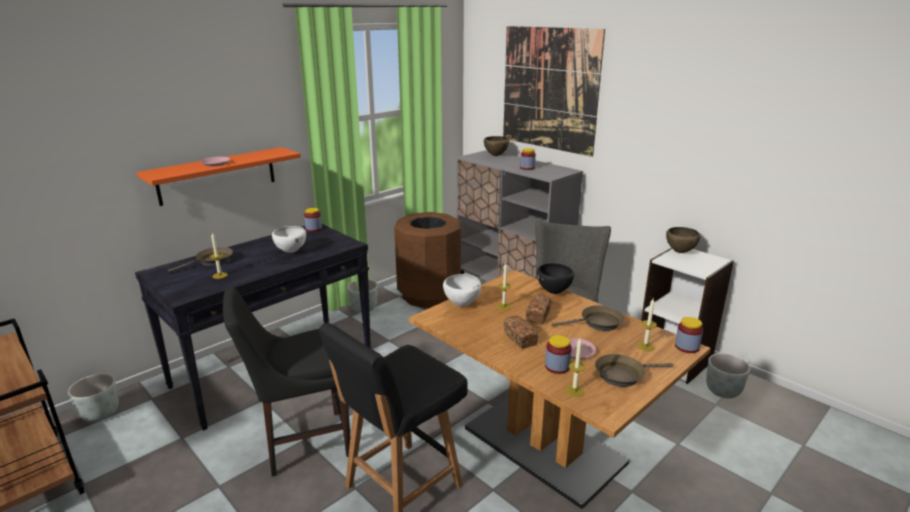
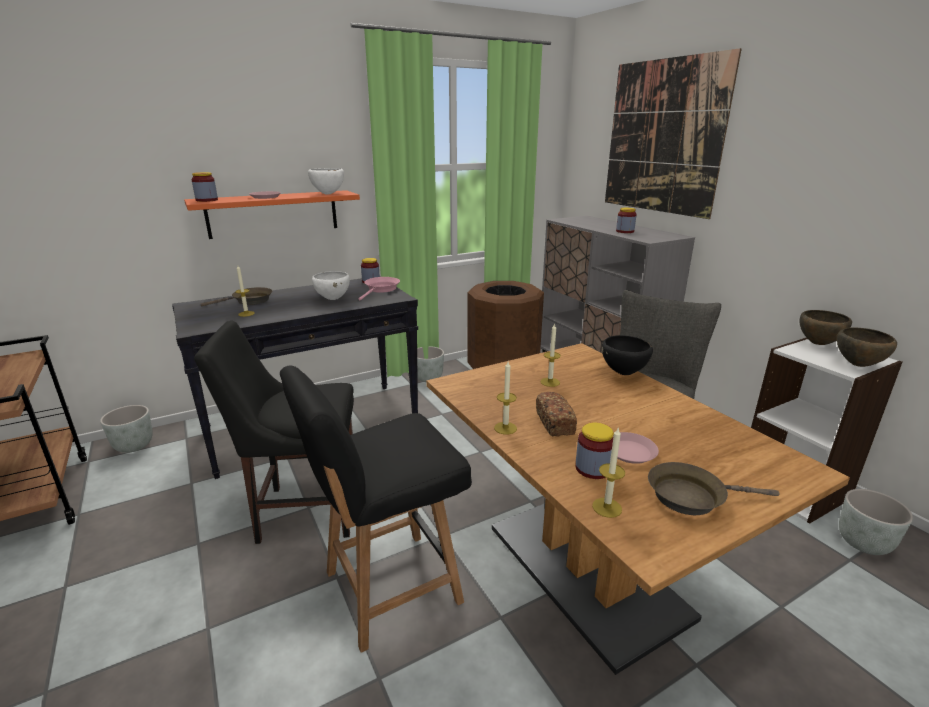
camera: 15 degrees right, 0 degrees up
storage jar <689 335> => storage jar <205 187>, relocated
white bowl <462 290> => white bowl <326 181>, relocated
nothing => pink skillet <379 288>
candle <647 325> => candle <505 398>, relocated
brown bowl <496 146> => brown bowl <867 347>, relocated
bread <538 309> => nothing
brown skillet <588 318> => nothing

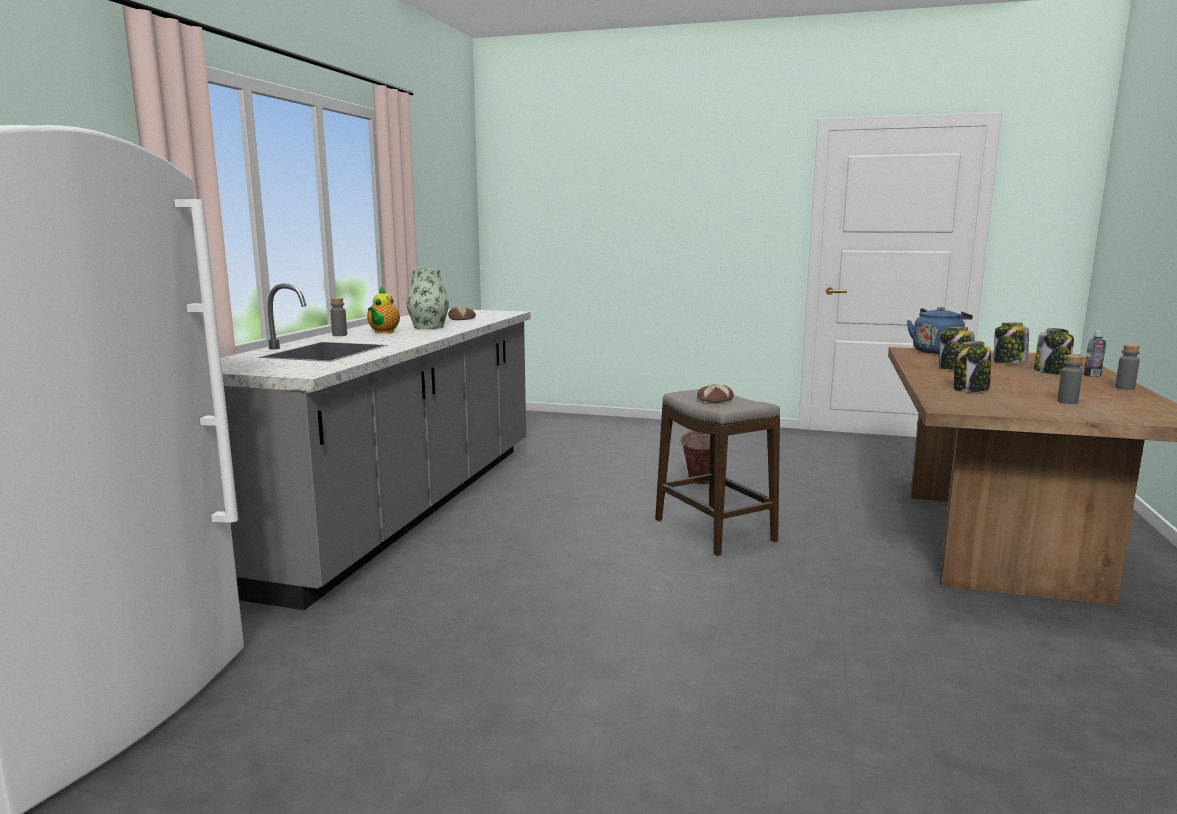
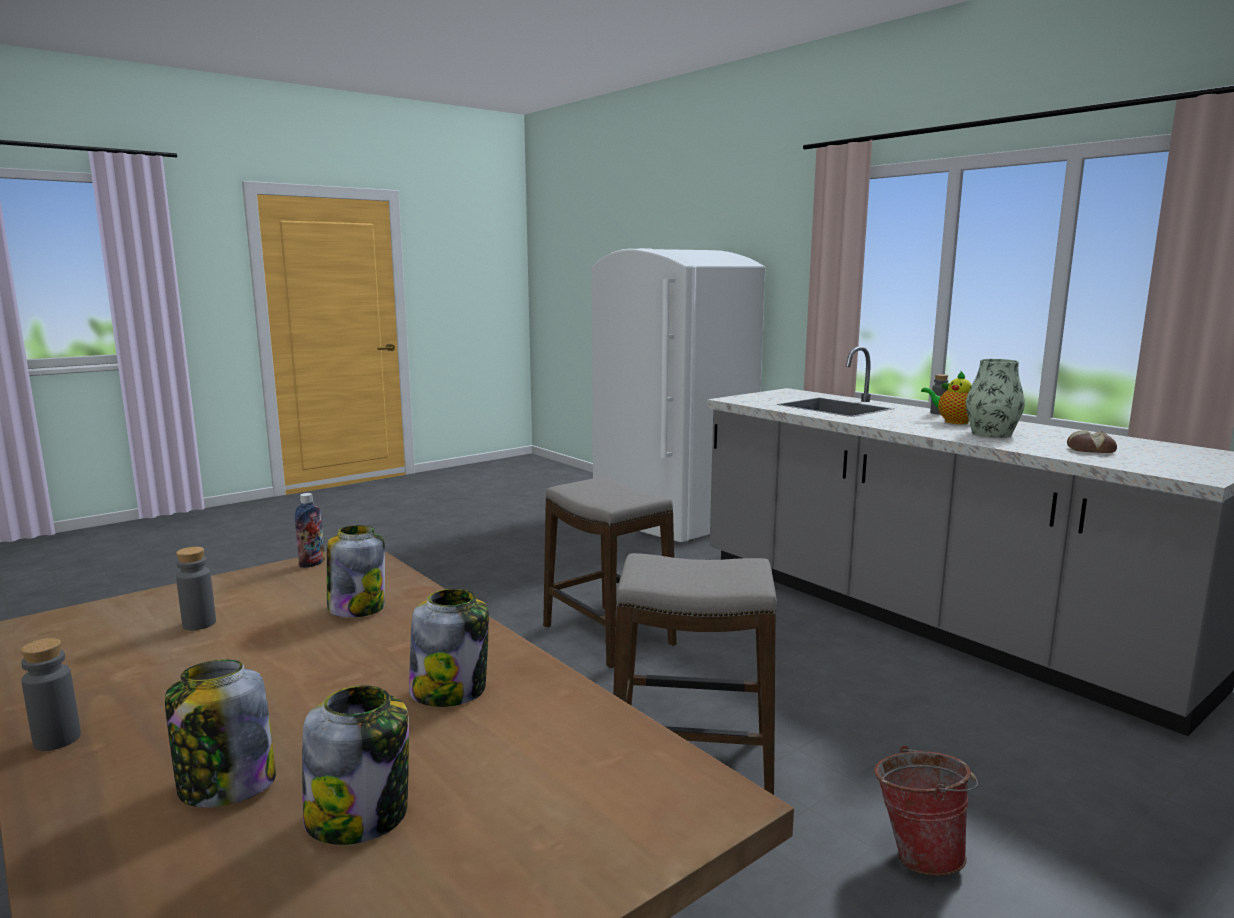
camera: 125 degrees right, 0 degrees up
beverage bottle <1095 354> => beverage bottle <310 530>, relocated
nothing => stool <609 572>
bread <715 393> => nothing
bluish water kettle <940 330> => nothing

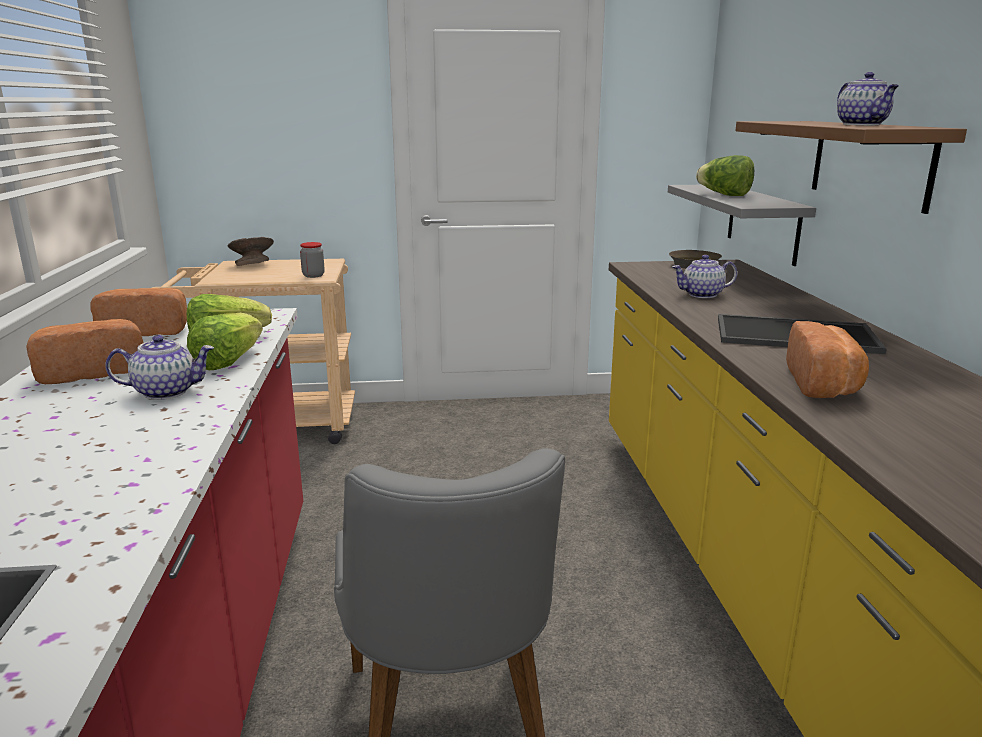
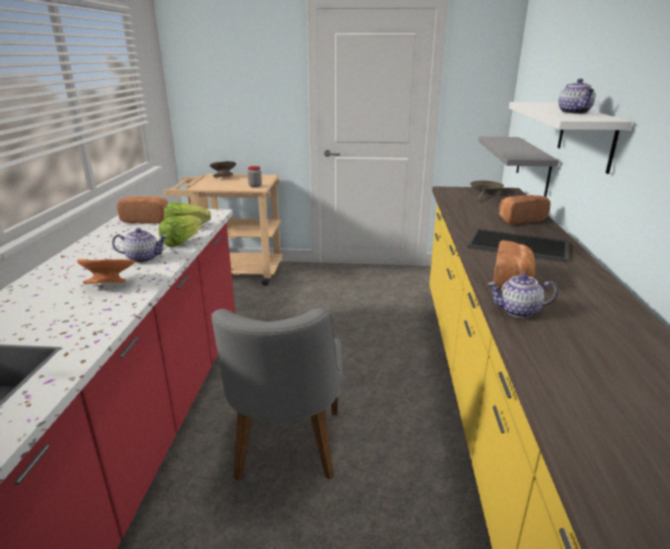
camera: 10 degrees right, 5 degrees up
nothing => orange-coloured bowl <106 271>
tea pot <704 276> => tea pot <523 295>, relocated
bread <84 351> => bread <525 209>, relocated
brown wall shelf <851 167> => white wall shelf <570 138>
lettuce head <725 175> => nothing

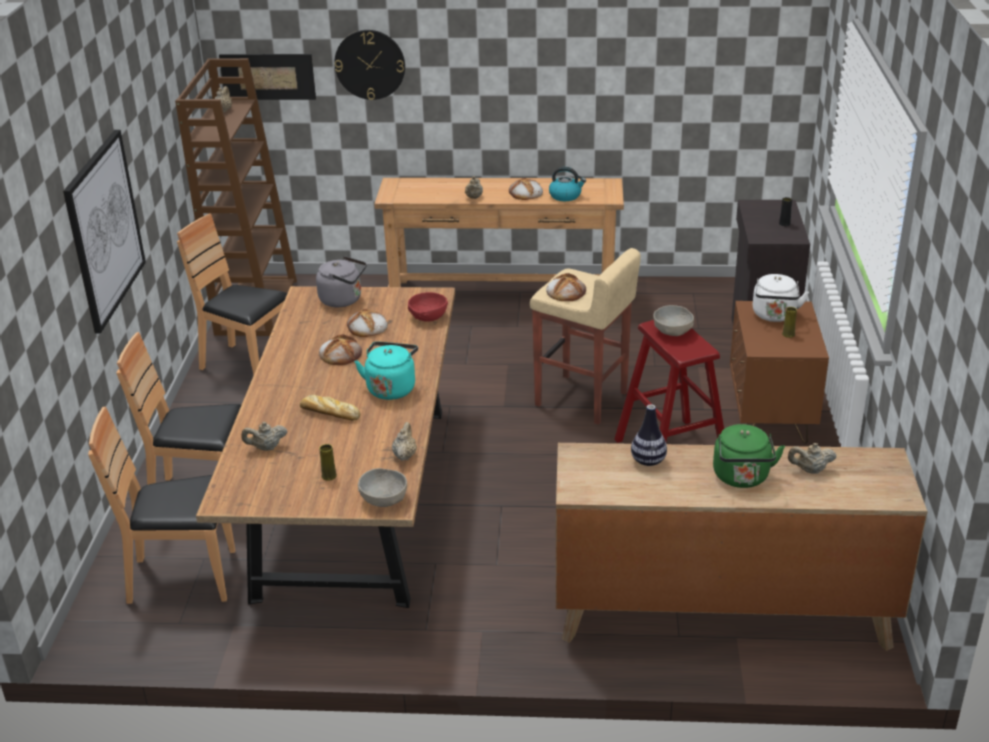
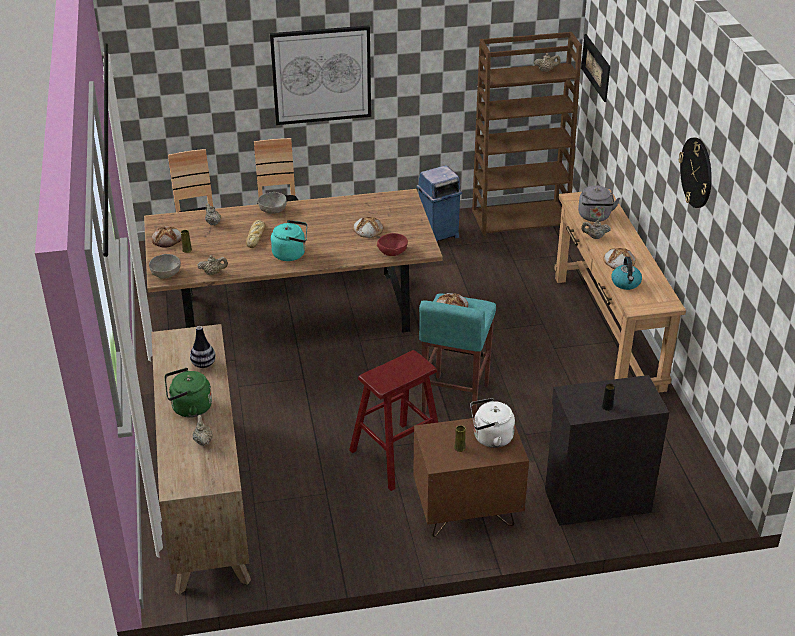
camera: 75 degrees right, 5 degrees up
bread <340 349> => bread <167 237>, relocated
grey bowl <673 320> => grey bowl <272 203>, relocated
brown chair <232 294> => bluish waste bin <439 203>
sand-coloured stool <585 336> => turquoise-coloured stool <457 355>
grey water kettle <341 281> => grey water kettle <599 203>, relocated
wall clock <369 65> => wall clock <695 172>, relocated

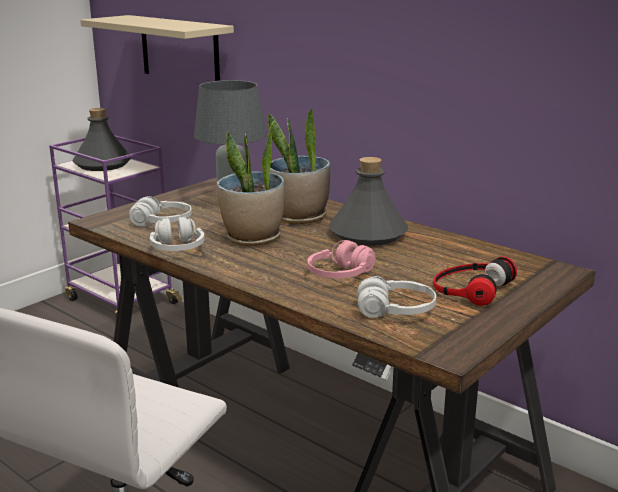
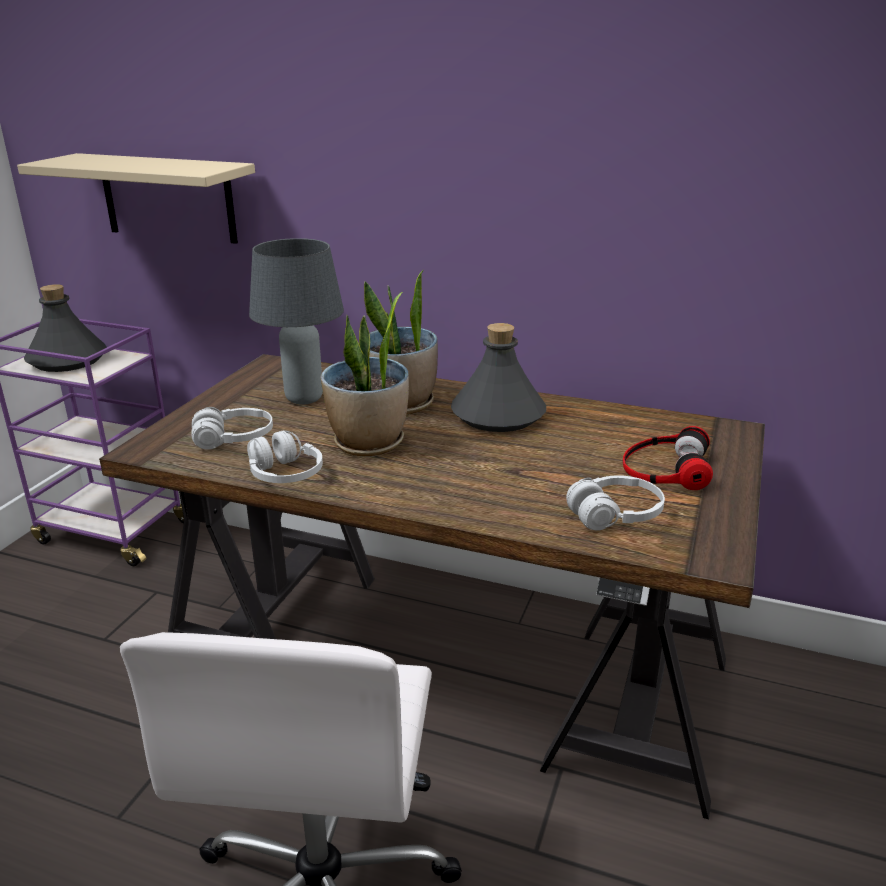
camera: 20 degrees left, 5 degrees up
pink headphones <341 259> => nothing

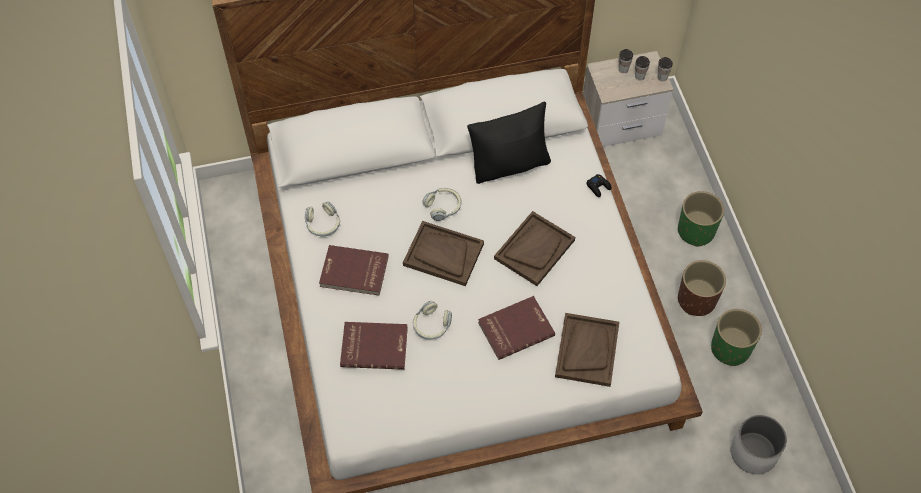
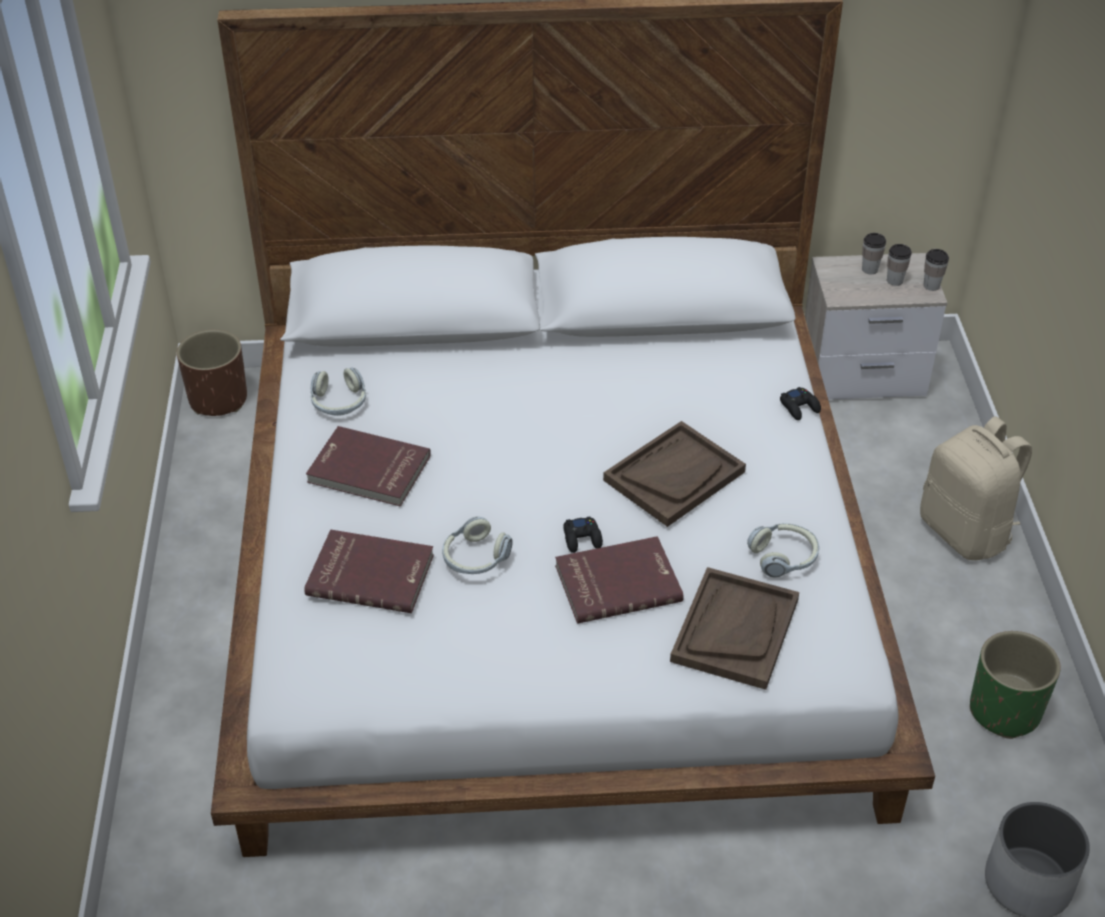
camera: 10 degrees right, 15 degrees down
brown planter <702 288> => brown planter <212 373>, relocated
nothing => blackish gamepad <583 534>
headphones <442 204> => headphones <783 550>, relocated
greenish planter <701 219> => sand-coloured backpack <976 488>
brown serving tray <443 253> => nothing
blackish pillow <509 142> => nothing

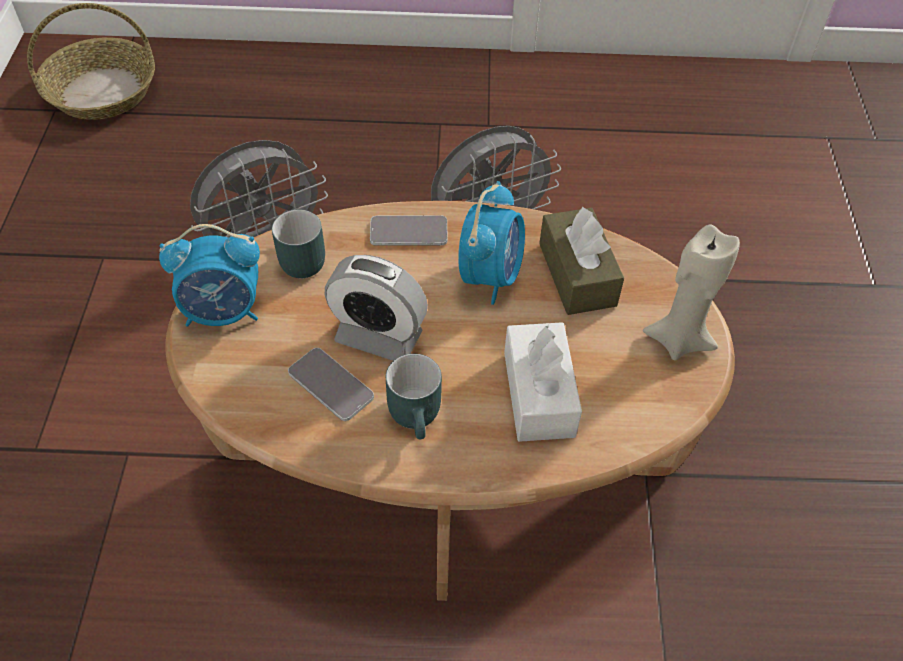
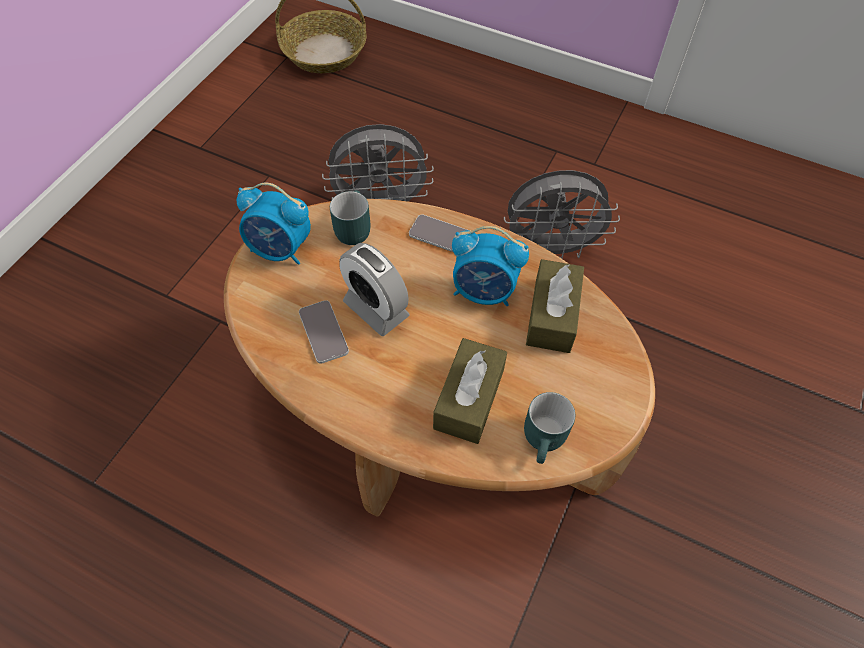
camera: 25 degrees right, 5 degrees up
white tissue box <543 382> => brown tissue box <470 391>
bedside clock <491 243> => bedside clock <490 266>, 60 degrees clockwise
turquoise-coloured mug <414 396> => turquoise-coloured mug <550 428>, relocated
sand-coloured candle <691 292> => nothing

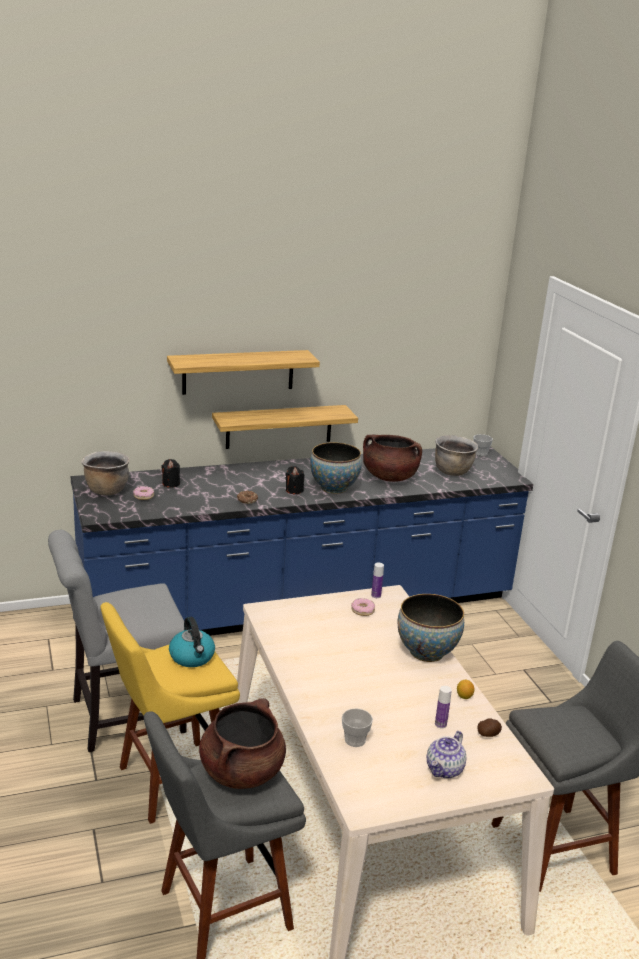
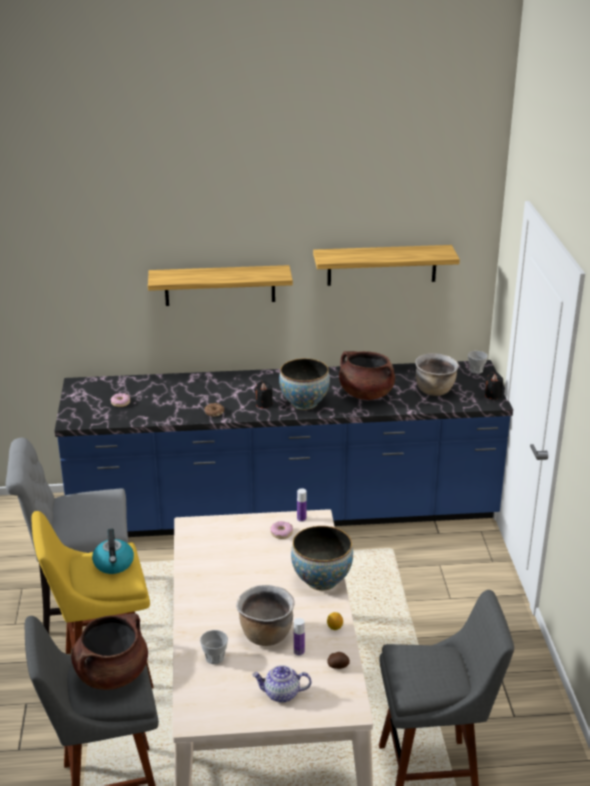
camera: 15 degrees right, 5 degrees up
brown cooking pot <105 473> => brown cooking pot <265 615>, relocated
tea pot <446 754> => tea pot <282 684>, 45 degrees clockwise
wall shelf <285 427> => wall shelf <386 265>, relocated
blackish candle <170 473> => blackish candle <494 385>, relocated

